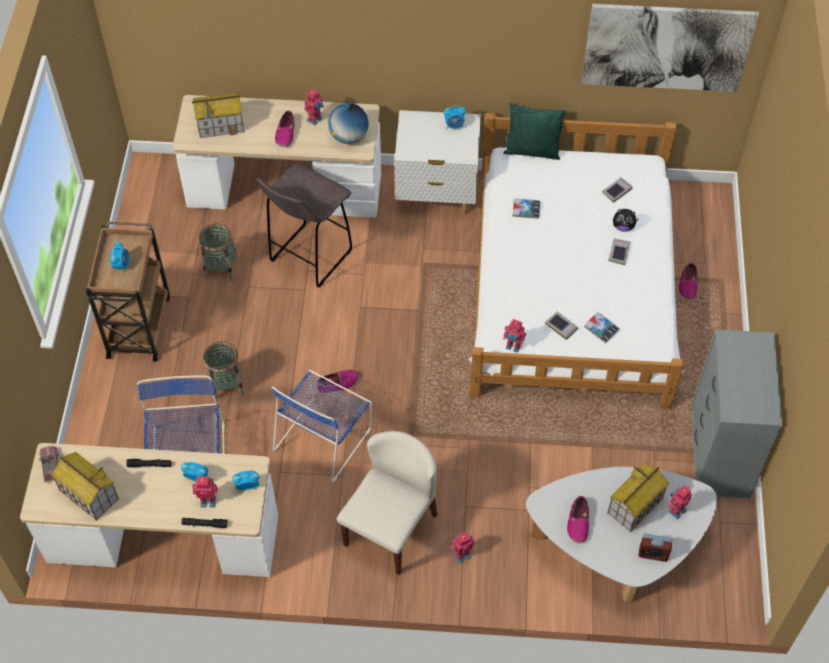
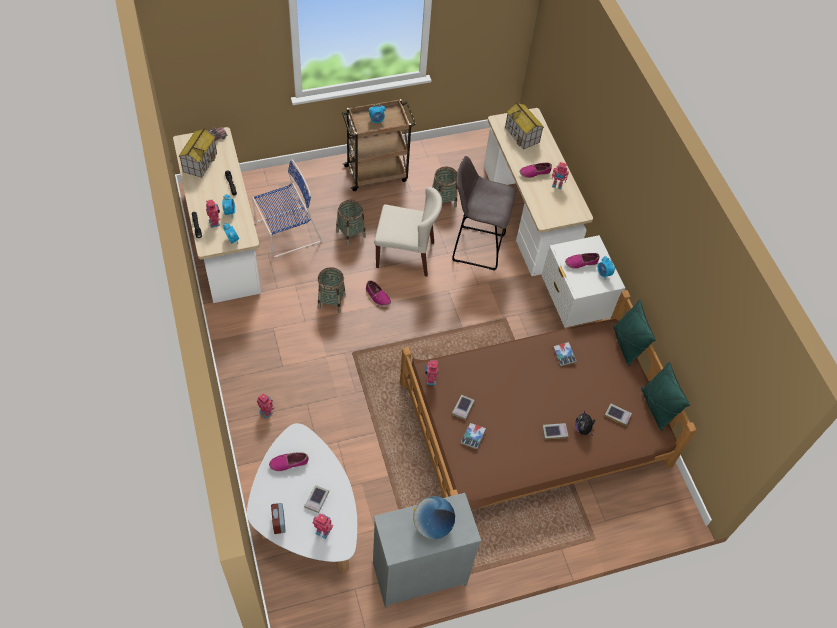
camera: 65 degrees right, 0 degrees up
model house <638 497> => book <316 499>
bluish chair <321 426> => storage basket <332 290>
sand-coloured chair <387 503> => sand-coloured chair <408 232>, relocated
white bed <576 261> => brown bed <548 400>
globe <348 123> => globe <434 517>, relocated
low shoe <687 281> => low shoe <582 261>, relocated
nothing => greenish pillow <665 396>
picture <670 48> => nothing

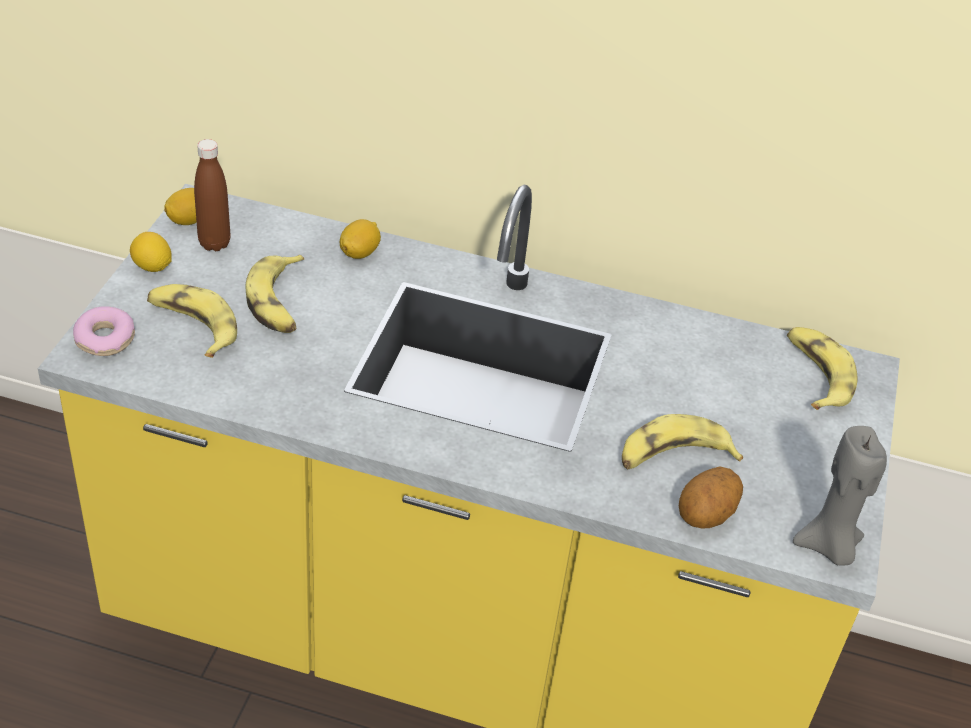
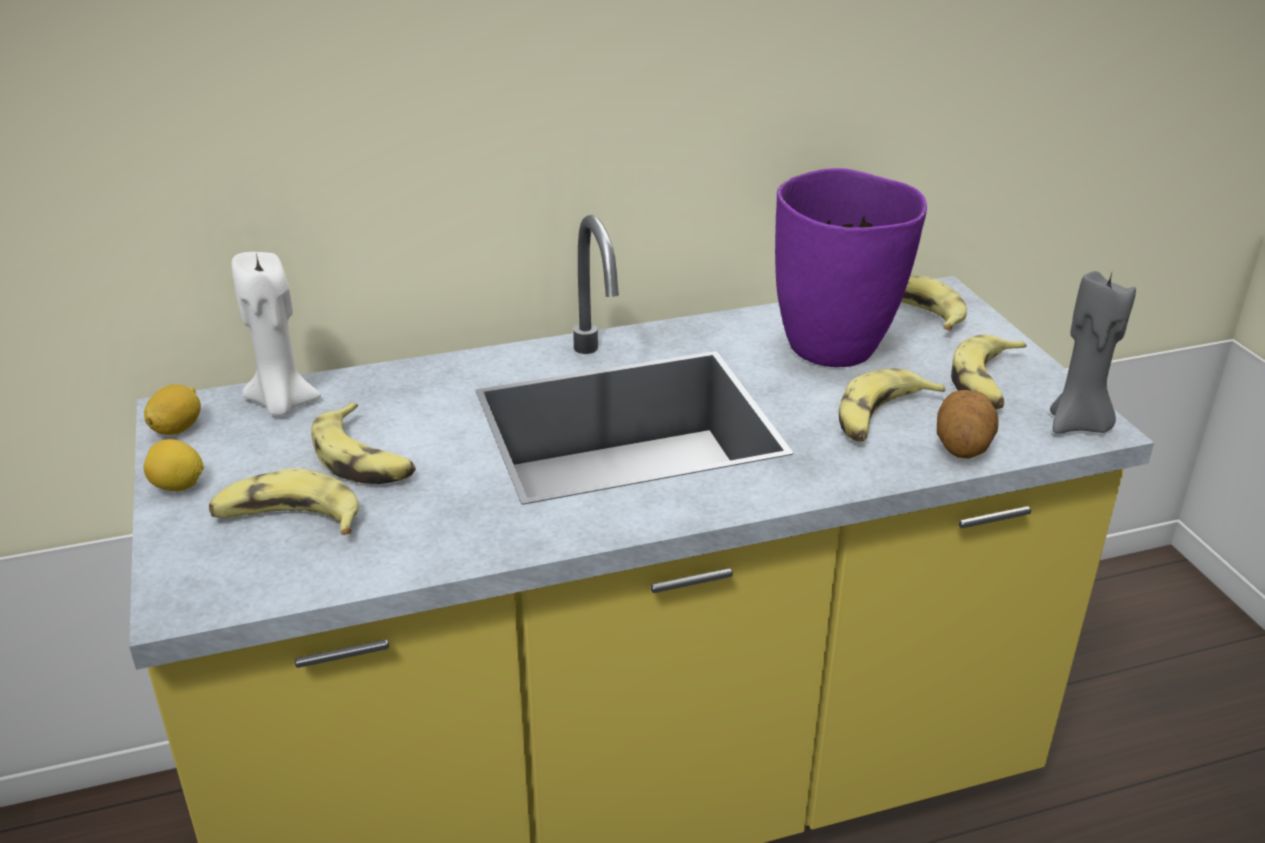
camera: 30 degrees left, 10 degrees down
nothing => white candle <276 334>
nothing => purple flower vase <851 267>
nothing => whole banana <989 372>
donut <104 331> => nothing
brown beverage bottle <212 195> => nothing
citrus fruit <360 239> => nothing

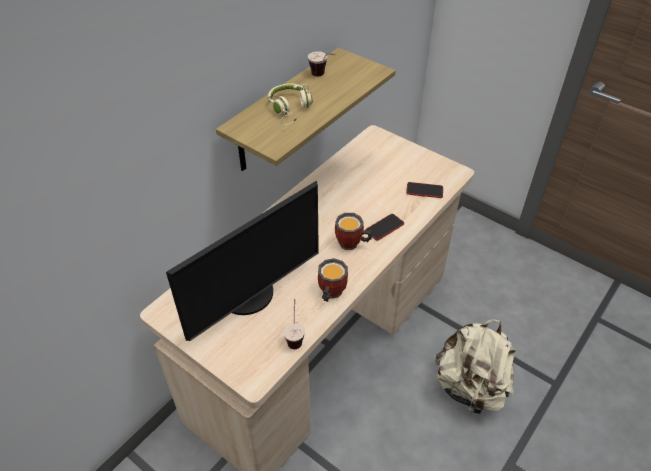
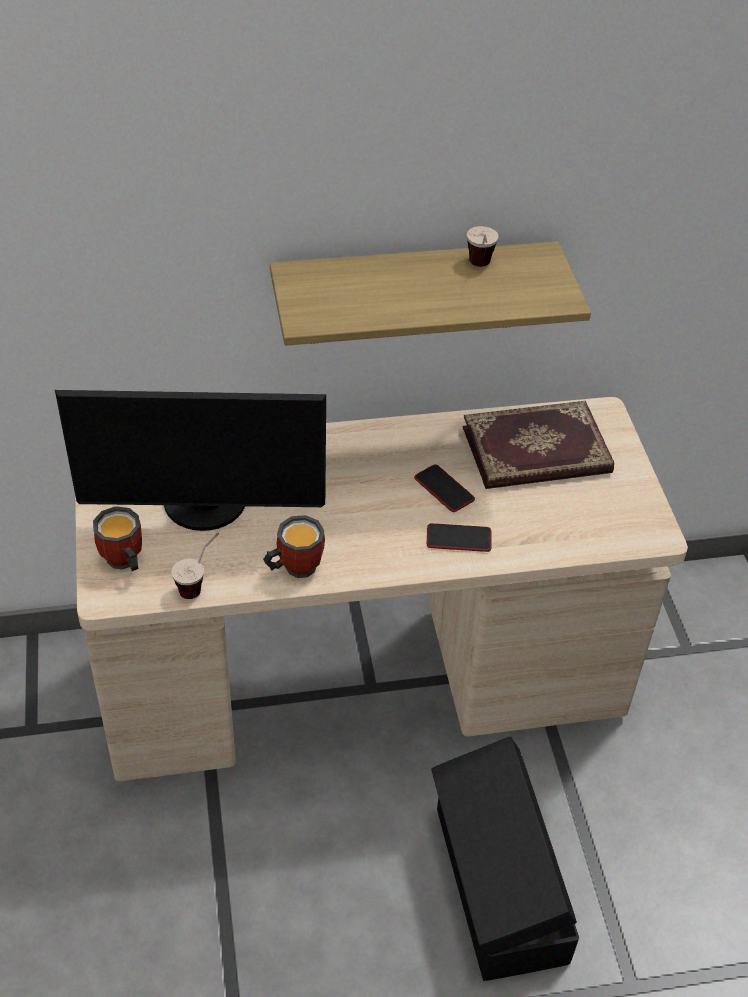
camera: 40 degrees right, 0 degrees up
mug <353 231> => mug <117 538>, relocated
phone <424 190> => phone <444 488>, relocated
sand-coloured backpack <475 366> => blackish storage container <505 859>
nothing => book <538 445>
sand-coloured headphones <290 104> => nothing

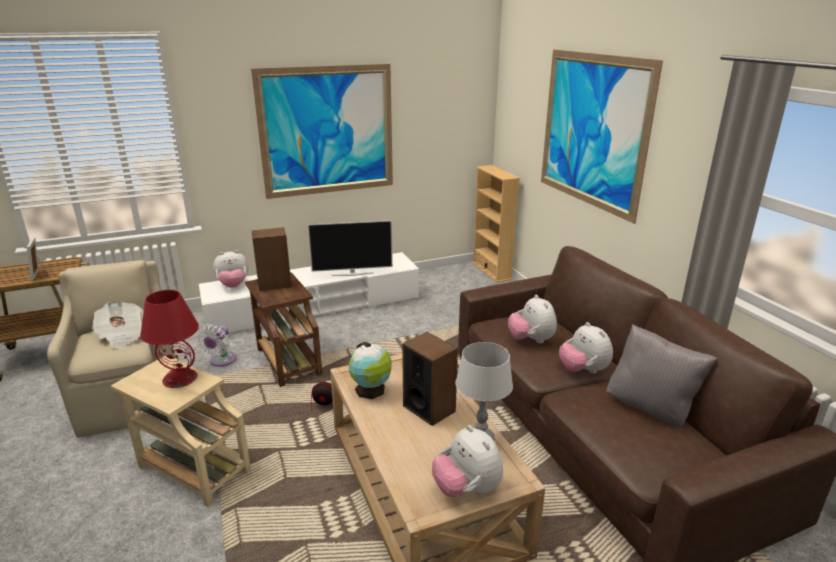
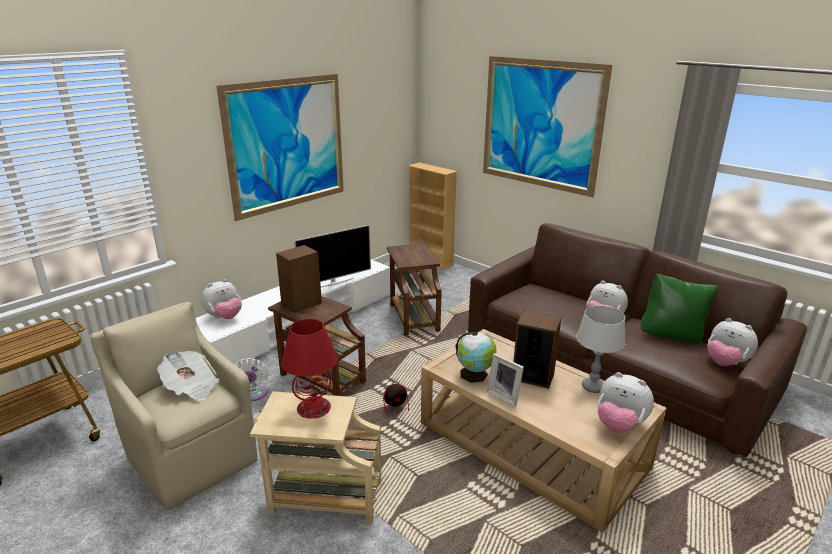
camera: 25 degrees left, 0 degrees up
nothing => brown accent table <414 289>
picture frame <37 259> => picture frame <505 379>, relocated
grey pillow <661 376> => greenish pillow <679 308>
plush toy <532 319> => plush toy <732 342>, relocated

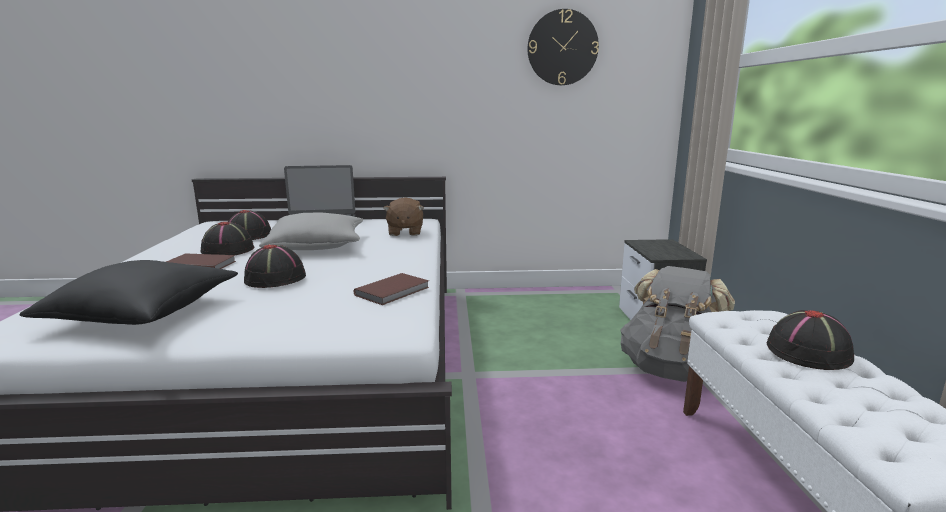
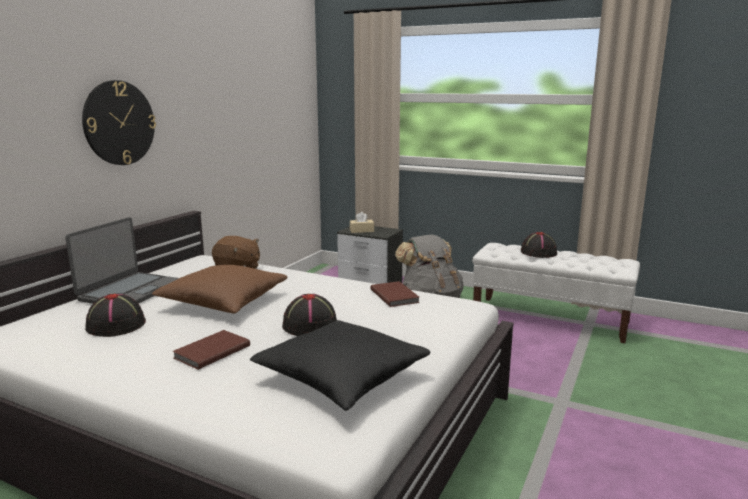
camera: 60 degrees left, 0 degrees up
wall clock <563 47> => wall clock <119 122>, relocated
grey pillow <311 231> => brown pillow <219 289>
nothing => sand-coloured tissue box <362 222>
blackish clothing hat <227 238> => nothing

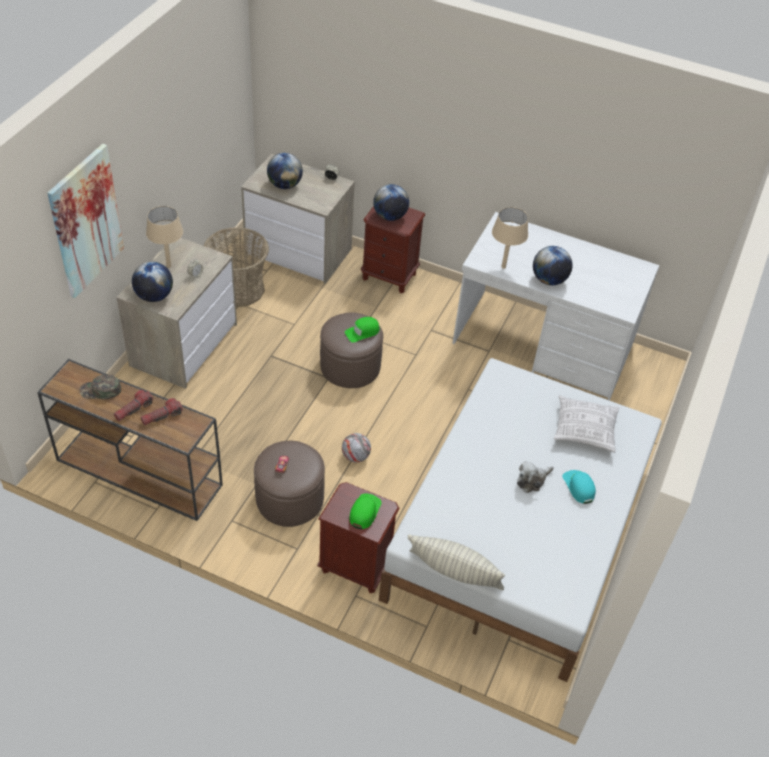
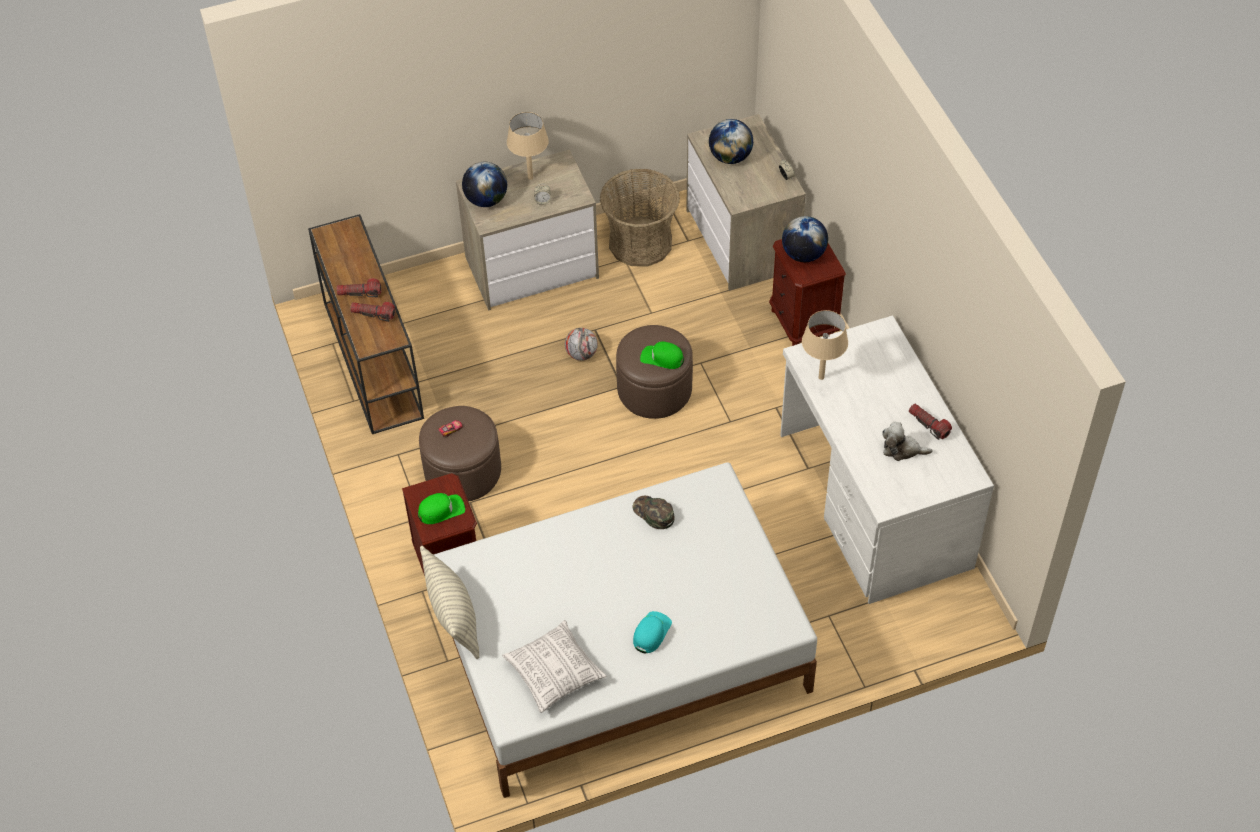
camera: 50 degrees right, 5 degrees up
pillow <587 424> => pillow <554 666>, relocated
ball for football <356 447> => ball for football <581 344>, relocated
greenish peaked cap <100 387> => greenish peaked cap <653 512>, relocated
plush toy <535 477> => plush toy <907 441>, relocated
nothing => flashlight <930 422>
picture <85 221> => nothing
globe <553 265> => nothing

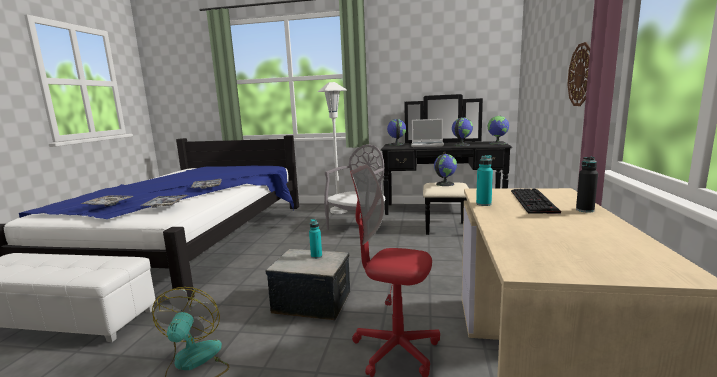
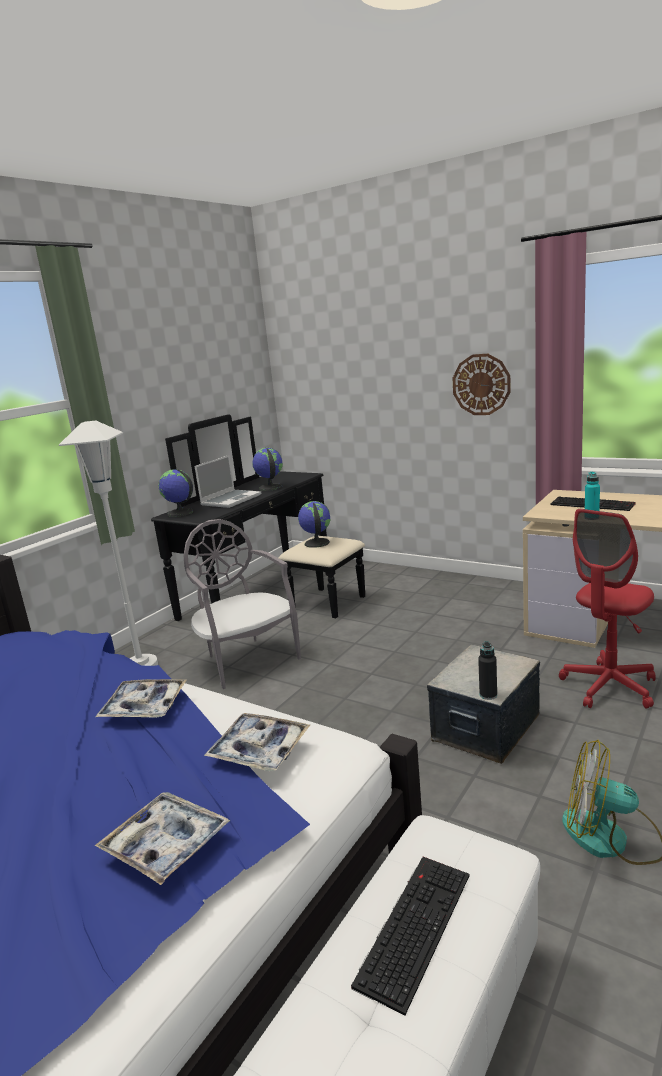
camera: 65 degrees left, 5 degrees up
nothing => keyboard <410 936>
blackish beverage bottle <587 185> => blackish beverage bottle <487 670>, relocated
turquoise-coloured beverage bottle <315 239> => nothing
globe <498 130> => nothing

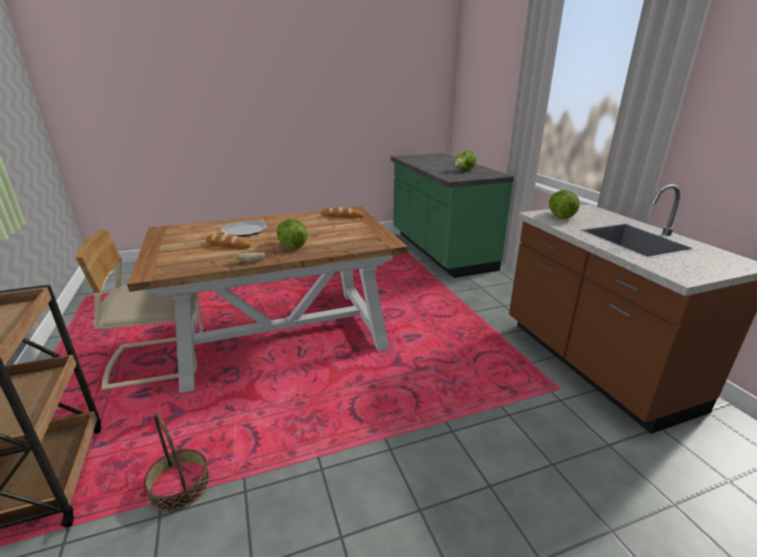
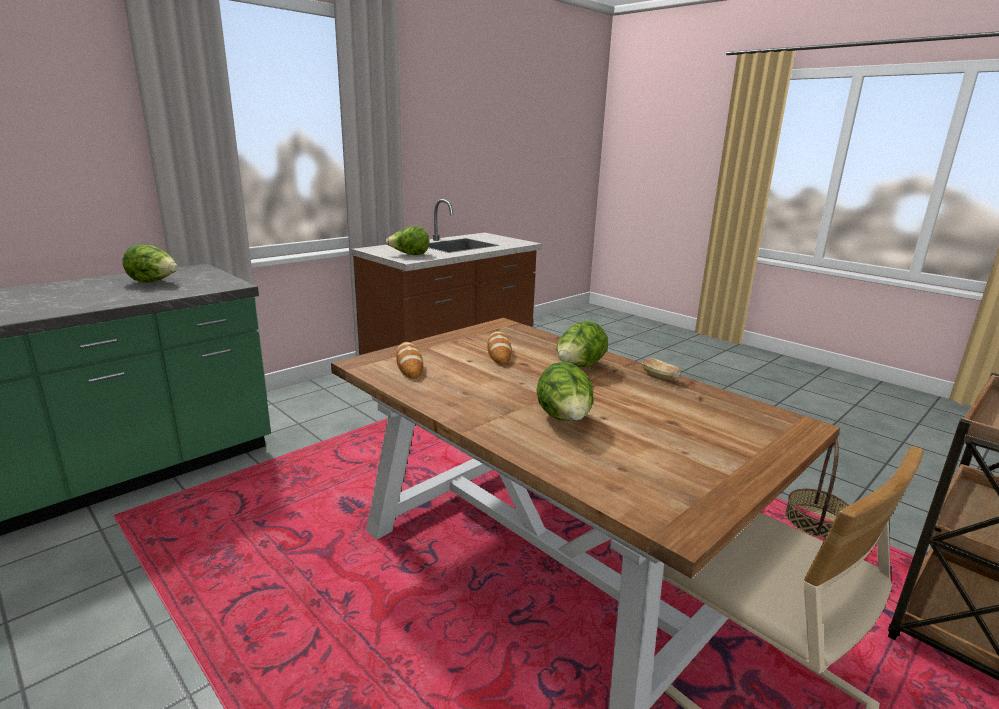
camera: 115 degrees left, 5 degrees down
bread <228 241> => bread <499 348>, relocated
plate <244 228> => lettuce head <565 391>

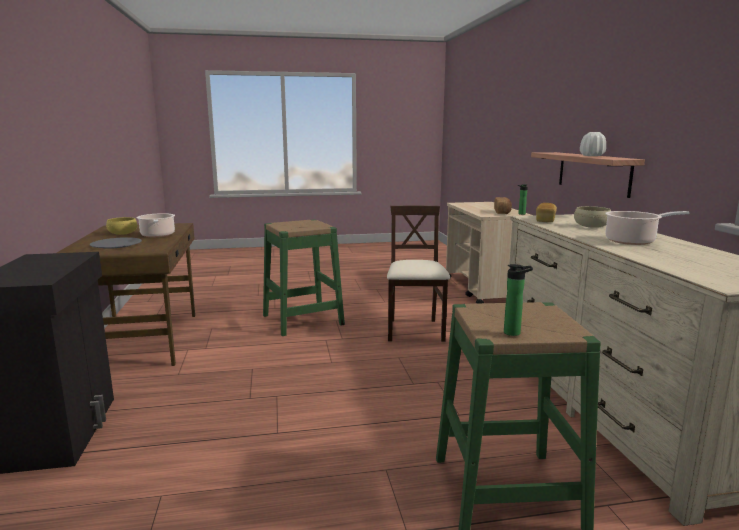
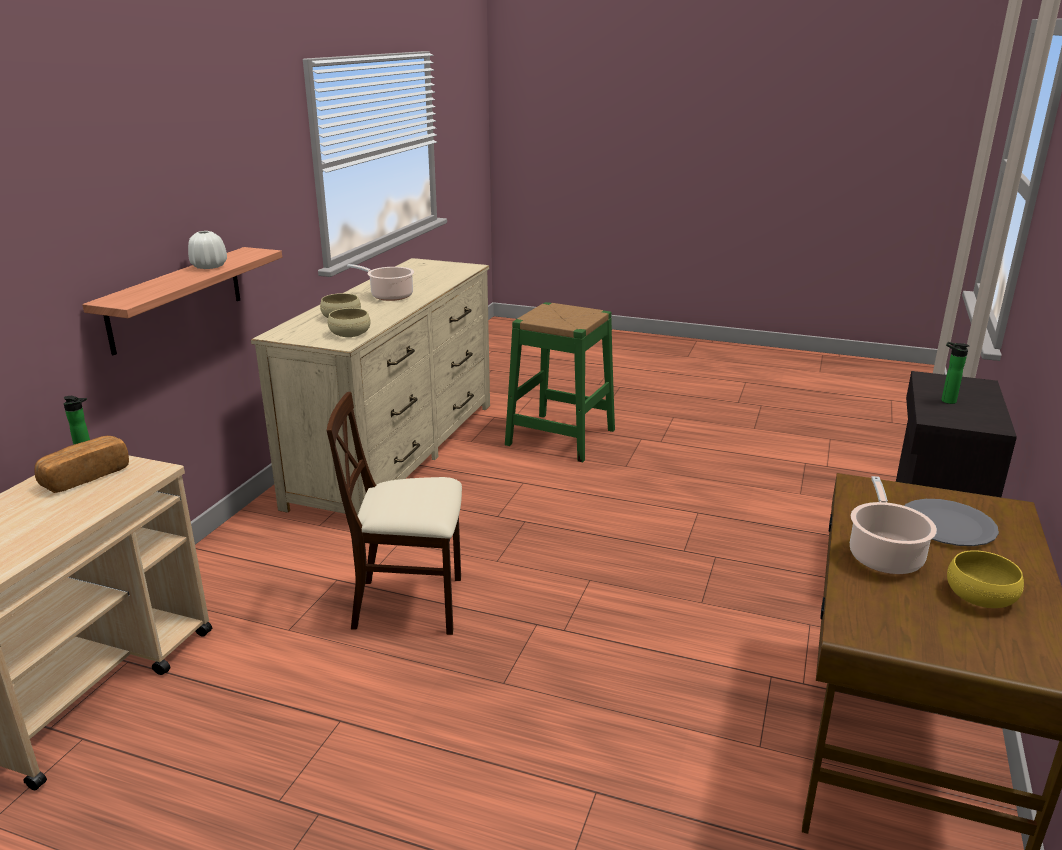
camera: 150 degrees left, 10 degrees up
sand-coloured chair <418 274> => sand-coloured chair <394 513>, 60 degrees clockwise
bread <546 212> => sand-coloured bowl <349 322>
beverage bottle <518 300> => beverage bottle <955 373>, relocated
greenish stool <304 277> => nothing

